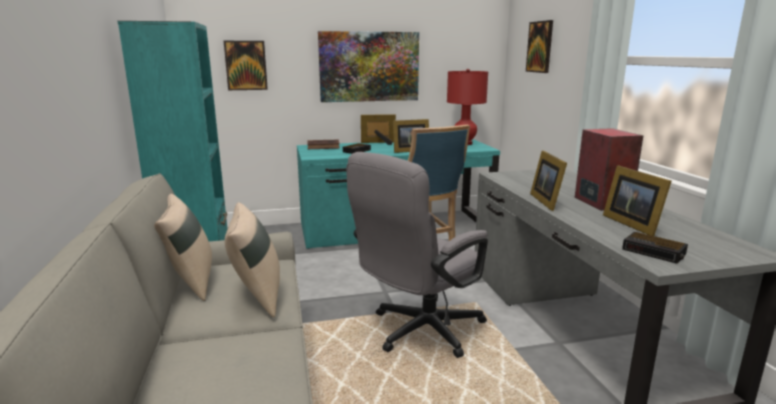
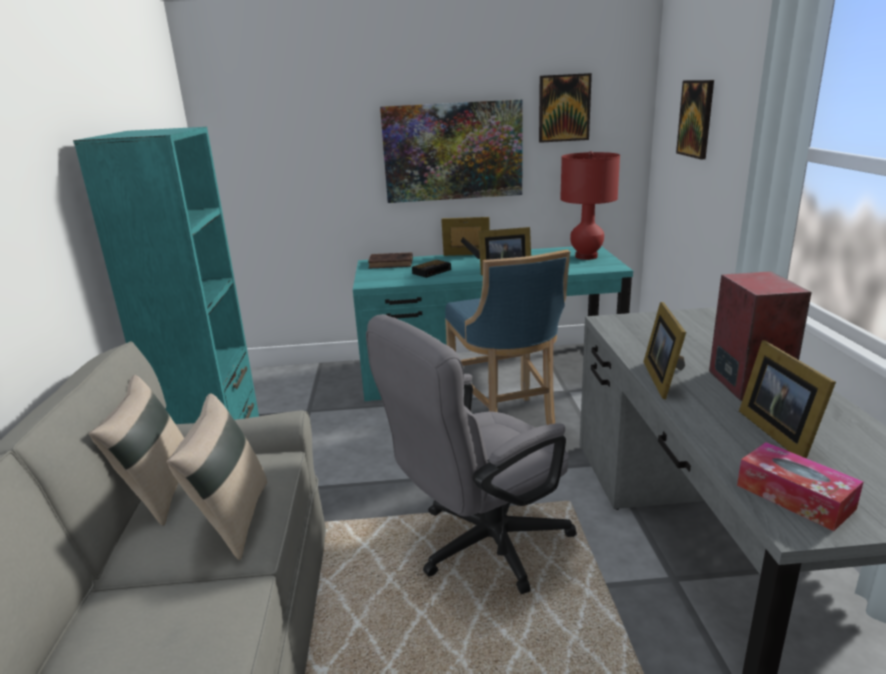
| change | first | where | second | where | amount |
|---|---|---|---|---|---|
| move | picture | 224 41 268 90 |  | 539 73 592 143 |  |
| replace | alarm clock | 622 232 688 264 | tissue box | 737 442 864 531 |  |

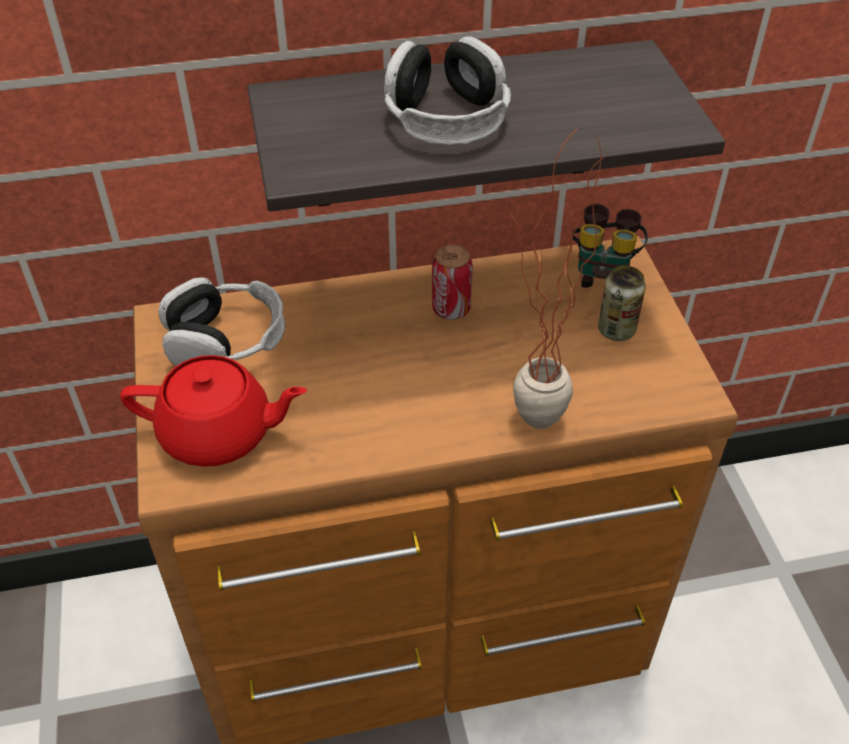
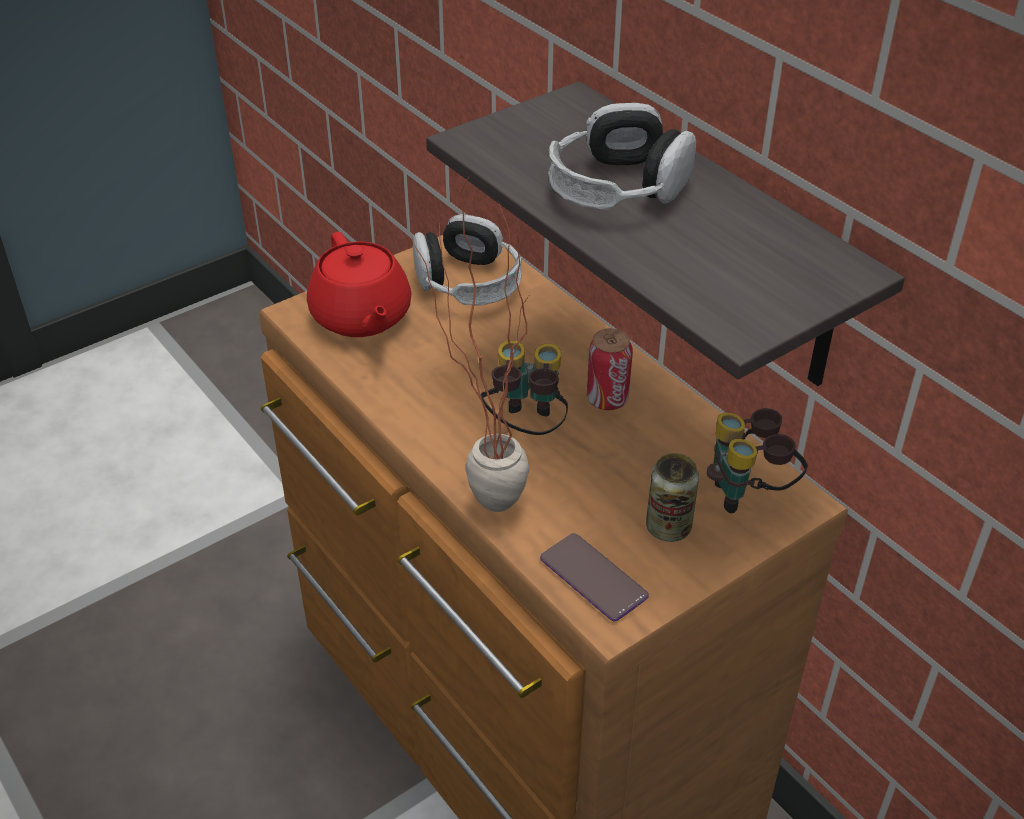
| change | first | where | second | where | amount |
|---|---|---|---|---|---|
| insert |  |  | binoculars | 481 340 568 435 |  |
| insert |  |  | phone | 540 533 649 622 |  |

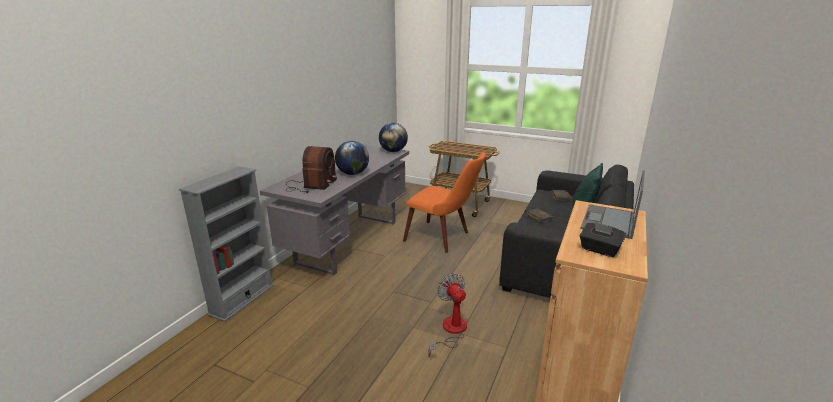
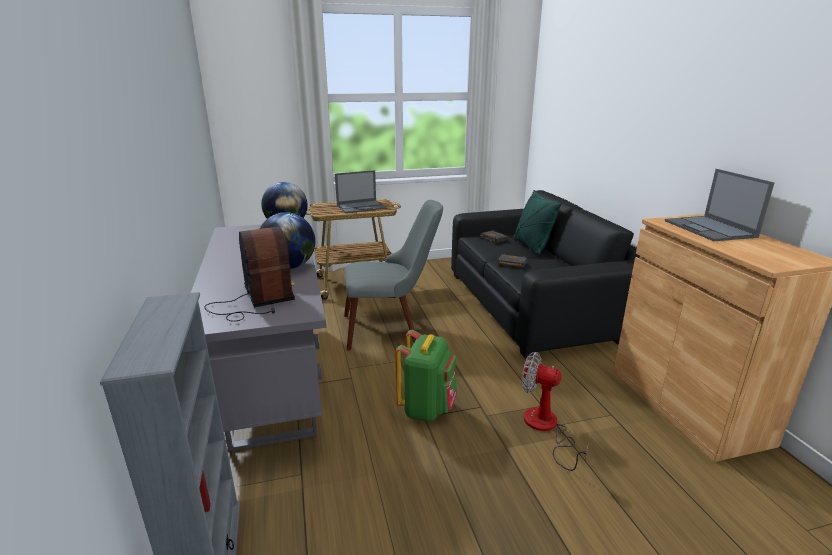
| change | first | where | second | where | amount |
|---|---|---|---|---|---|
| insert |  |  | laptop | 335 170 386 213 |  |
| recolor | orange chair | 403 152 486 253 | grey chair | 344 200 443 350 |  |
| insert |  |  | green backpack | 396 330 457 422 |  |
| delete | black tissue box | 580 222 626 257 |  |  |  |

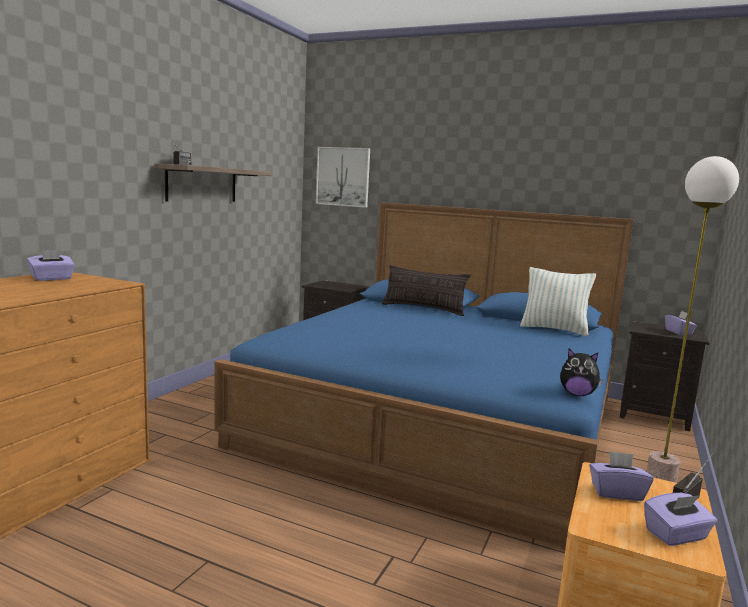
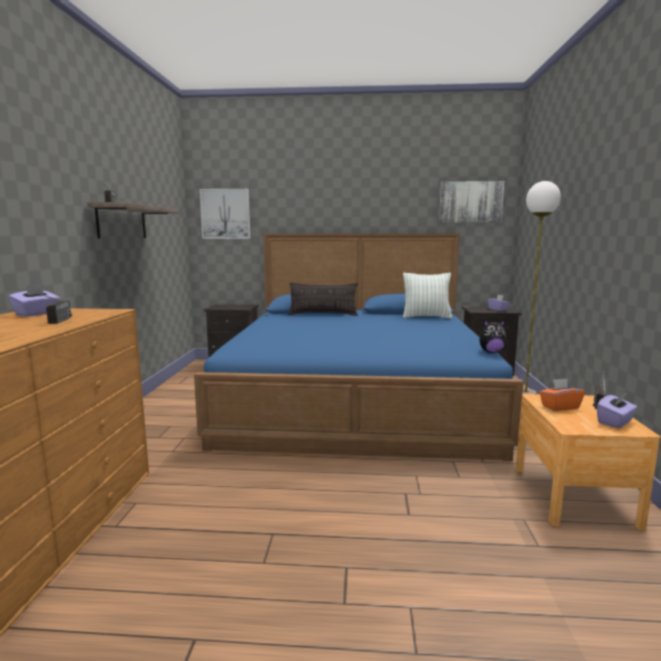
| change | first | where | second | where | amount |
|---|---|---|---|---|---|
| insert |  |  | radio | 36 293 72 324 |  |
| insert |  |  | picture | 439 181 505 223 |  |
| recolor | purple tissue box | 589 451 654 501 | orange tissue box | 539 379 585 411 |  |

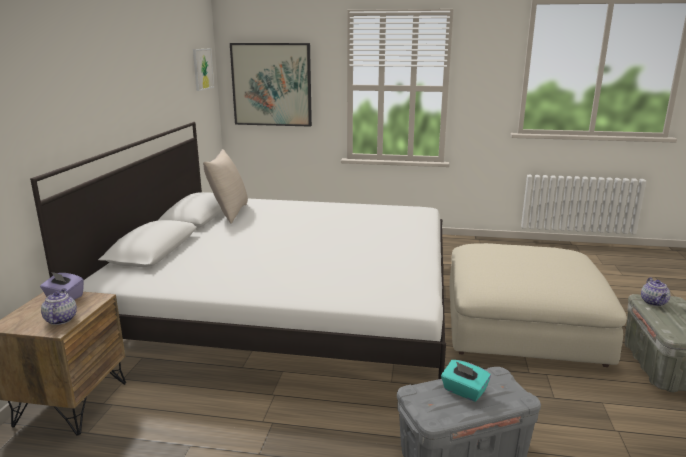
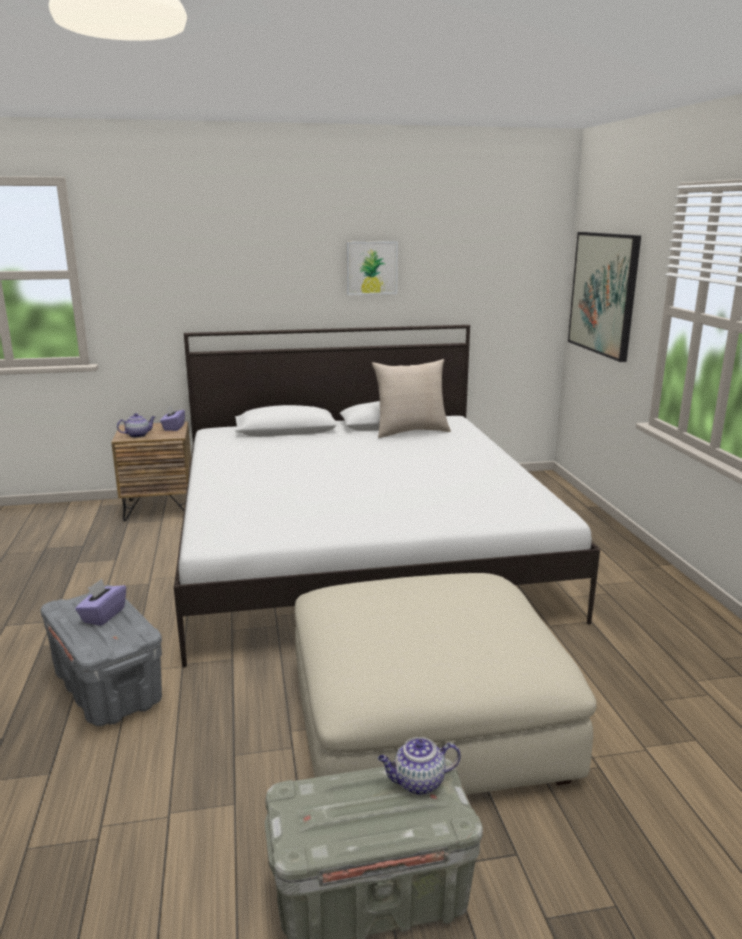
| change | first | where | second | where | amount |
|---|---|---|---|---|---|
| recolor | turquoise tissue box | 441 360 491 402 | purple tissue box | 75 579 126 626 |  |
| move | picture | 193 49 214 91 |  | 347 241 398 295 |  |

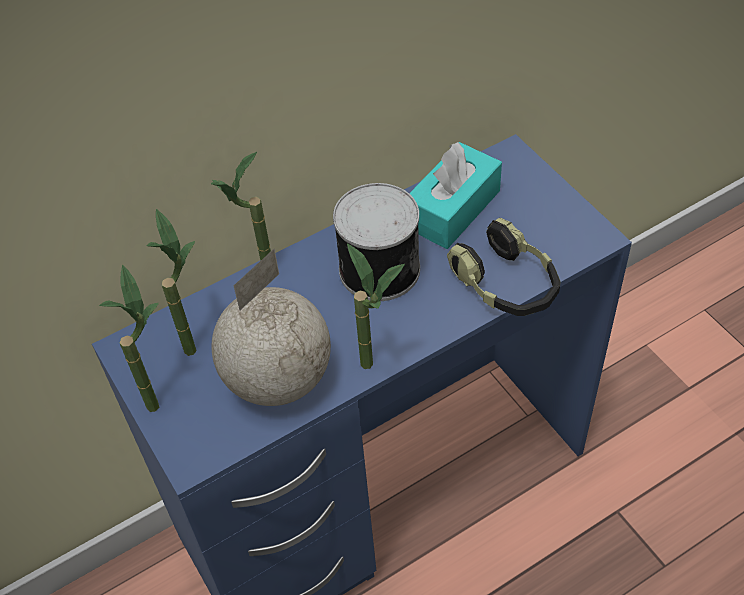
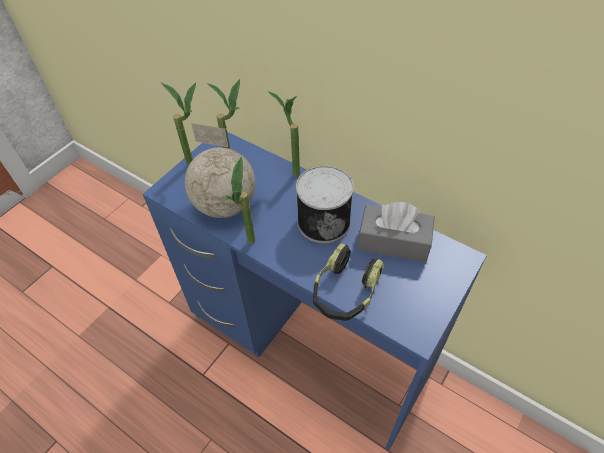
| change | first | where | second | where | amount |
|---|---|---|---|---|---|
| recolor | turquoise tissue box | 409 142 502 249 | grey tissue box | 358 202 435 262 |  |

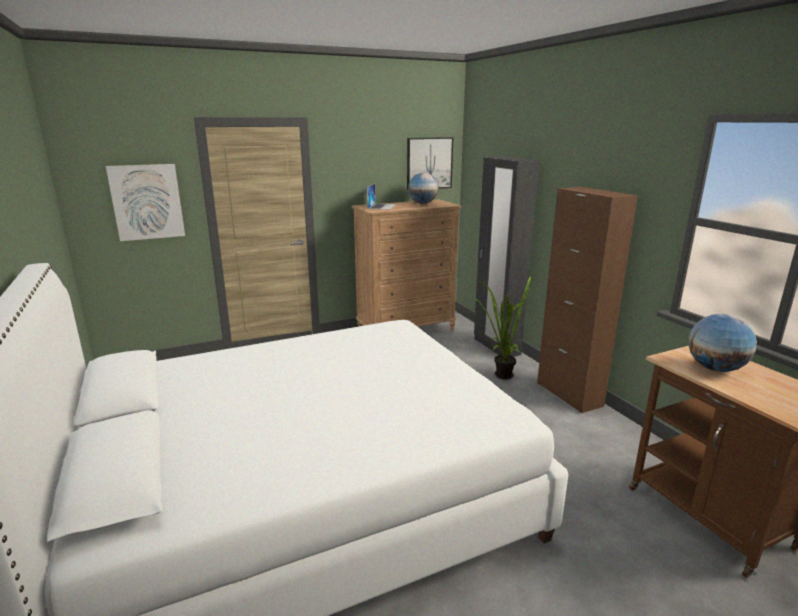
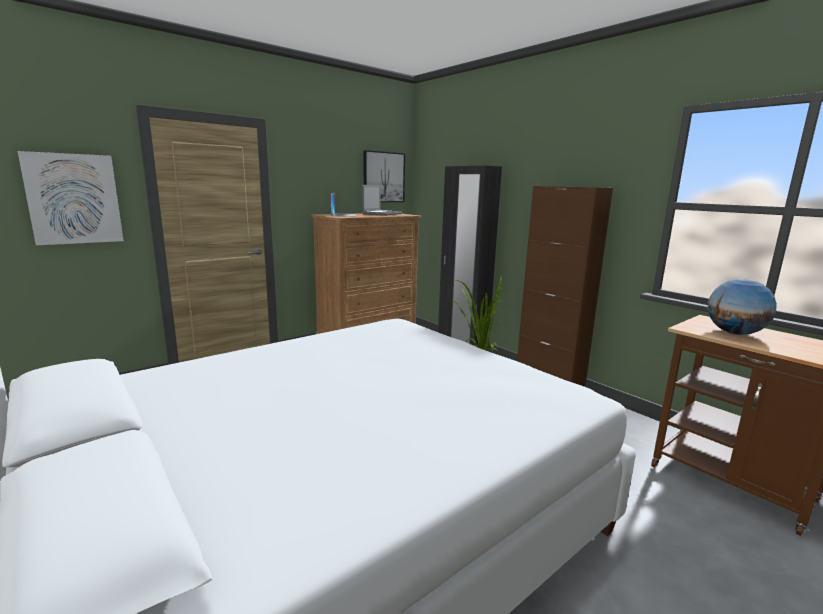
| change | first | where | second | where | amount |
|---|---|---|---|---|---|
| replace | globe | 408 173 438 204 | laptop | 362 185 402 216 |  |

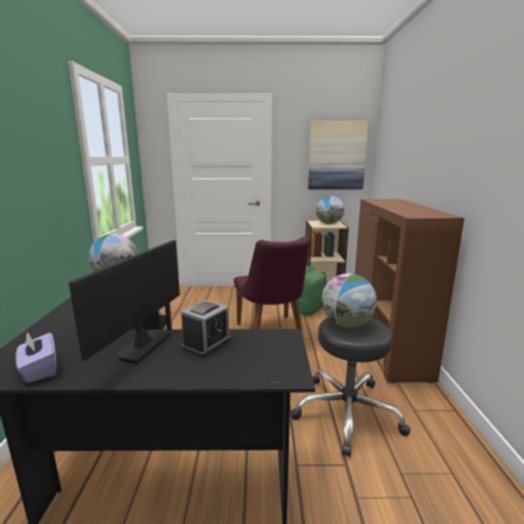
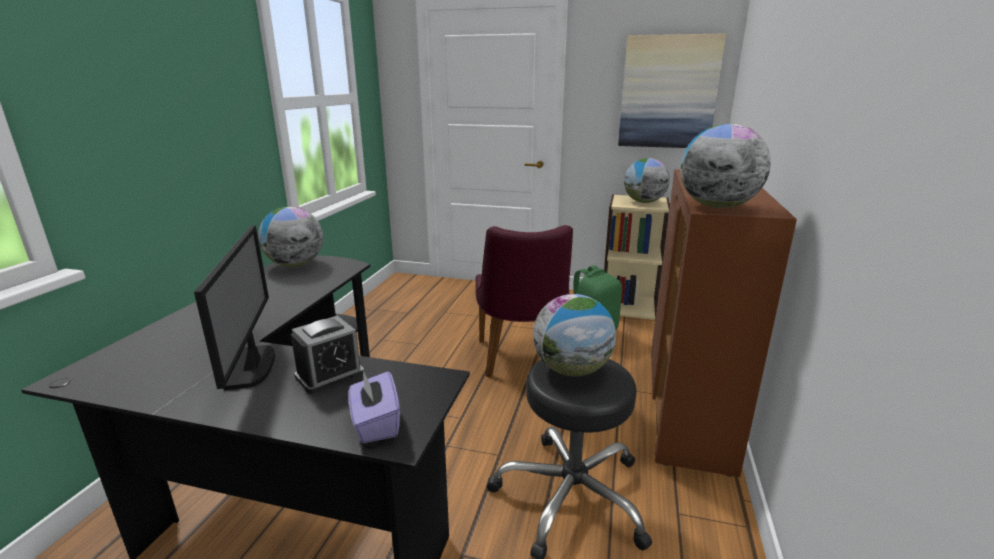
| change | first | where | second | where | amount |
|---|---|---|---|---|---|
| rotate | monitor | 69 240 180 364 |  | 194 225 275 390 | 135 degrees clockwise |
| move | purple tissue box | 16 332 56 383 |  | 348 371 400 443 |  |
| insert |  |  | globe | 680 124 771 208 |  |

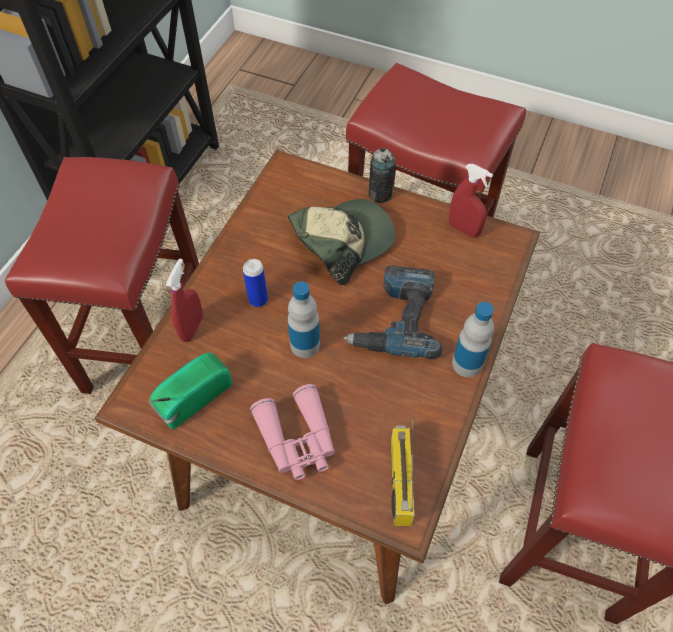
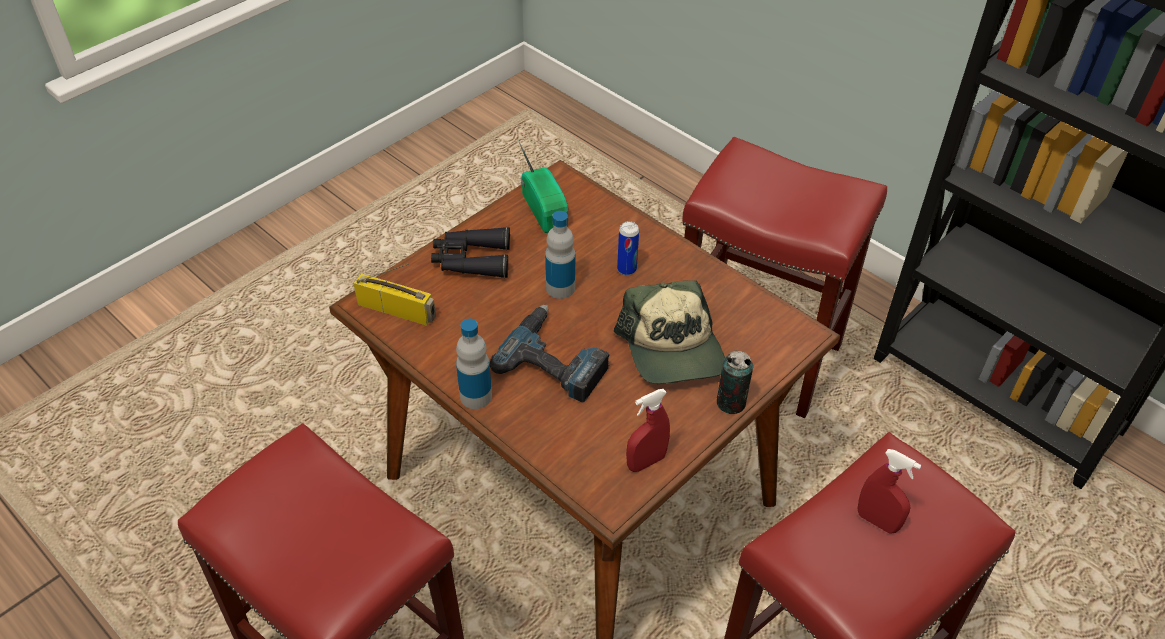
| change | first | where | second | where | amount |
|---|---|---|---|---|---|
| recolor | pink binoculars | 250 384 335 480 | black binoculars | 431 227 510 278 |  |
| move | red spray bottle | 166 259 203 342 |  | 858 449 922 534 |  |

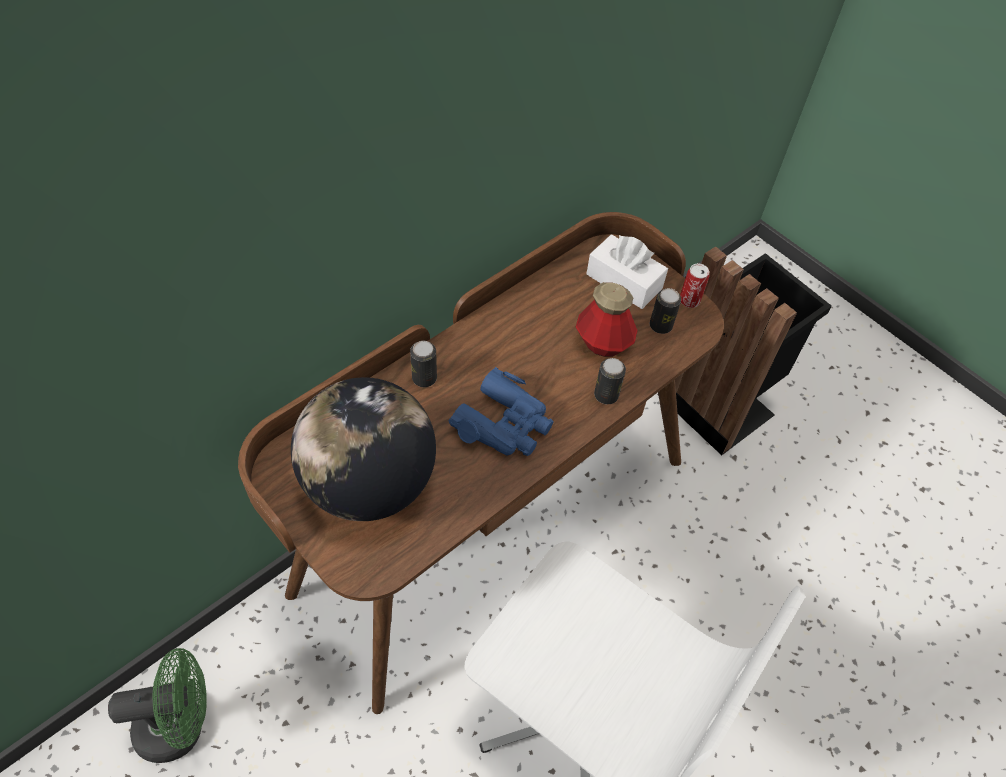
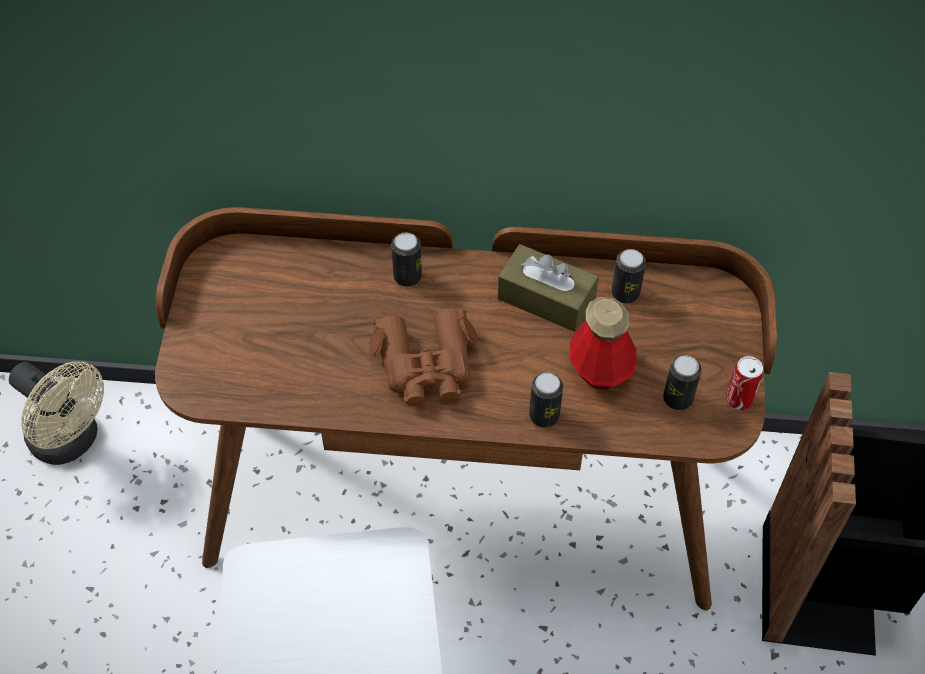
| change | first | where | second | where | amount |
|---|---|---|---|---|---|
| recolor | green fan | 108 648 207 763 | beige fan | 9 361 104 465 |  |
| recolor | blue binoculars | 449 367 554 456 | brown binoculars | 369 308 478 406 |  |
| insert |  |  | brown tissue box | 498 244 599 332 |  |
| insert |  |  | can | 612 249 646 303 |  |
| delete | globe | 291 377 436 521 |  |  |  |
| delete | white tissue box | 586 234 668 309 |  |  |  |

